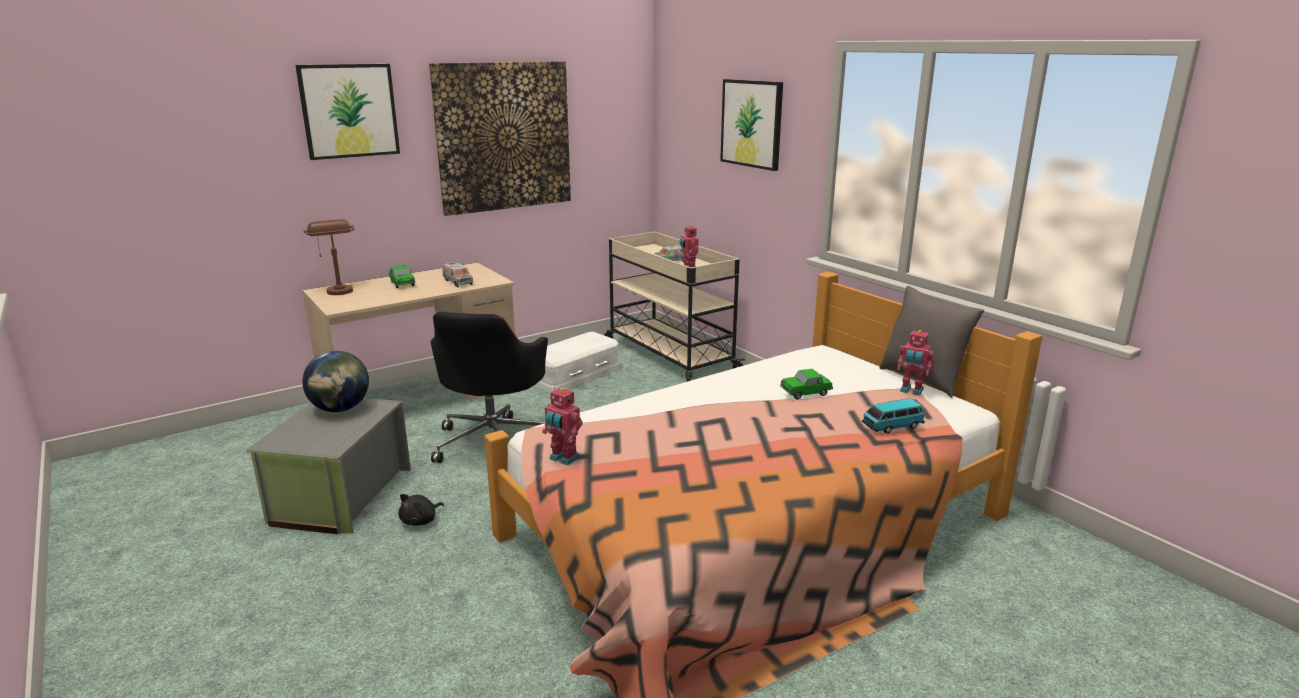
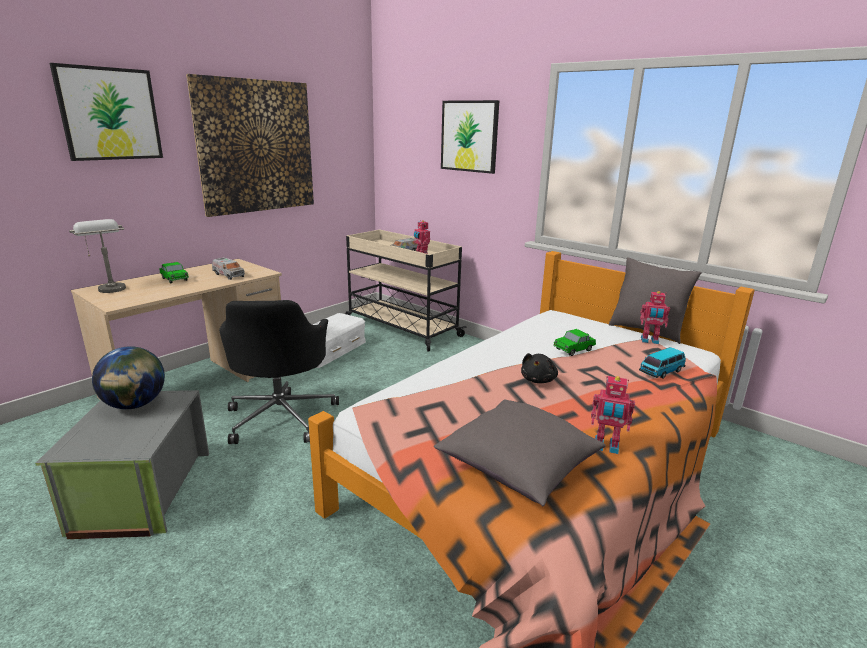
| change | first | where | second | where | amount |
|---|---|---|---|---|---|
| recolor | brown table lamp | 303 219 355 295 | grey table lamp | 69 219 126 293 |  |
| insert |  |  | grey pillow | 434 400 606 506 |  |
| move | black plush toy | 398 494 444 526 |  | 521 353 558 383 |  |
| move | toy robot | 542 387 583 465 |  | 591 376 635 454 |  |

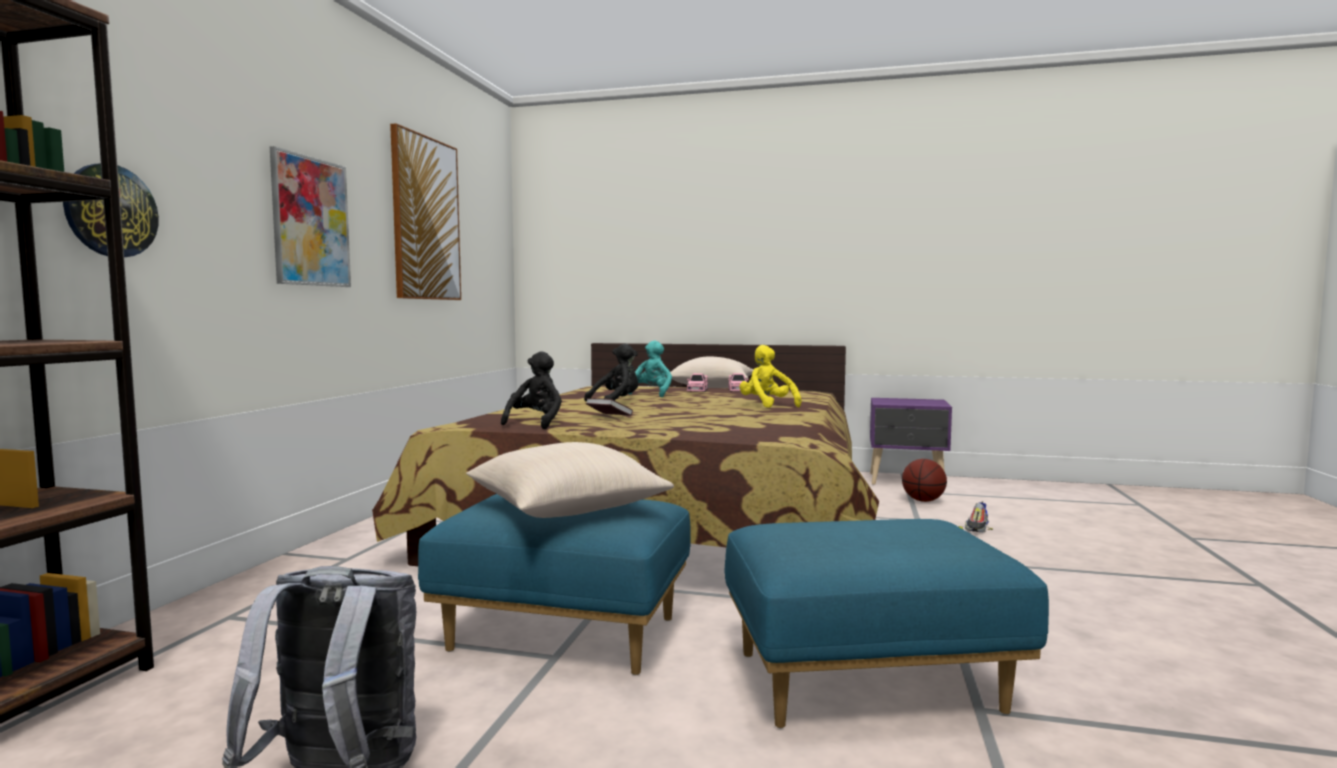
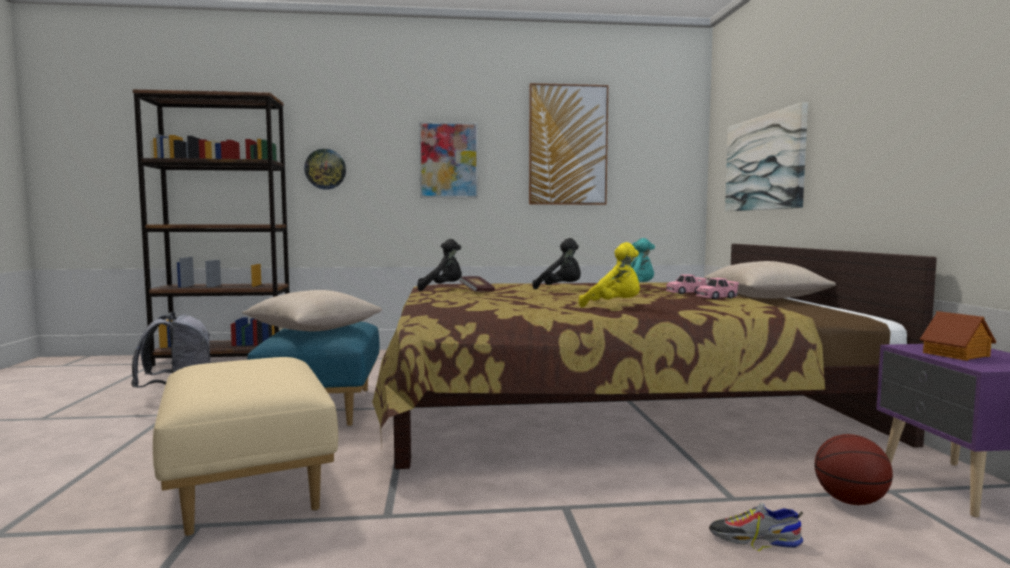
| change | first | where | second | where | amount |
|---|---|---|---|---|---|
| recolor | blue ottoman | 724 519 1049 728 | beige ottoman | 153 357 338 536 |  |
| rotate | yellow plush toy | 740 345 802 408 |  | 579 242 640 307 | 75 degrees clockwise |
| insert |  |  | picture | 725 102 808 211 |  |
| insert |  |  | toy house | 920 311 996 361 |  |

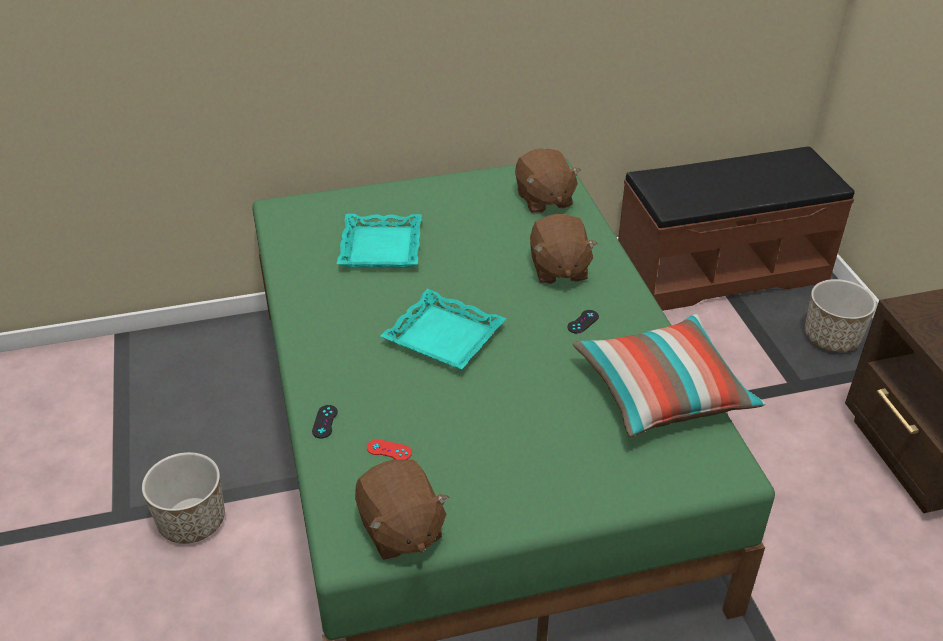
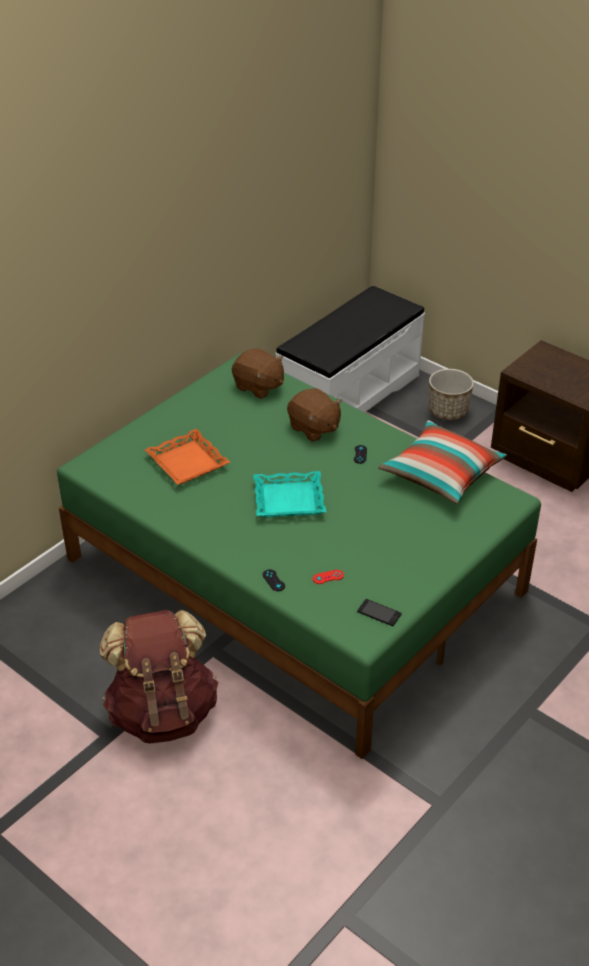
| change | first | where | second | where | amount |
|---|---|---|---|---|---|
| replace | planter | 142 452 225 544 | brown backpack | 100 610 218 744 |  |
| recolor | turquoise tray | 337 214 422 268 | orange tray | 144 429 230 485 |  |
| recolor | brown bench | 618 146 855 311 | white bench | 276 286 425 412 |  |
| replace | brown plush toy | 355 459 449 560 | phone | 357 599 401 626 |  |

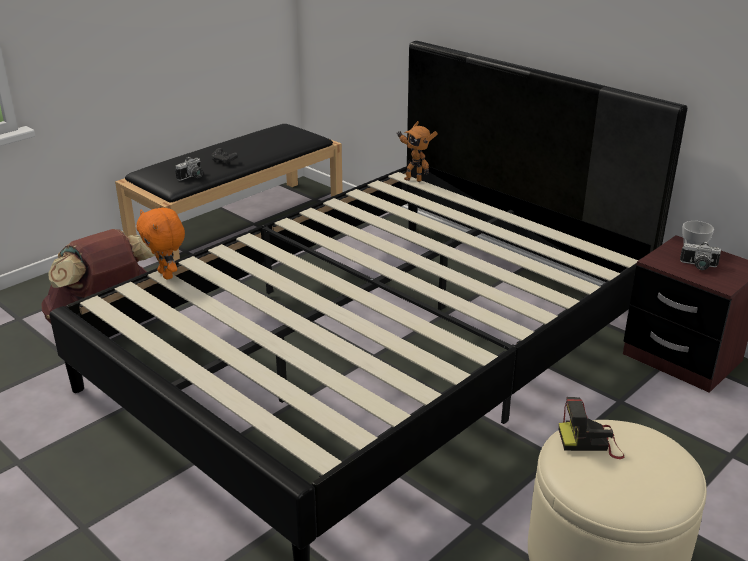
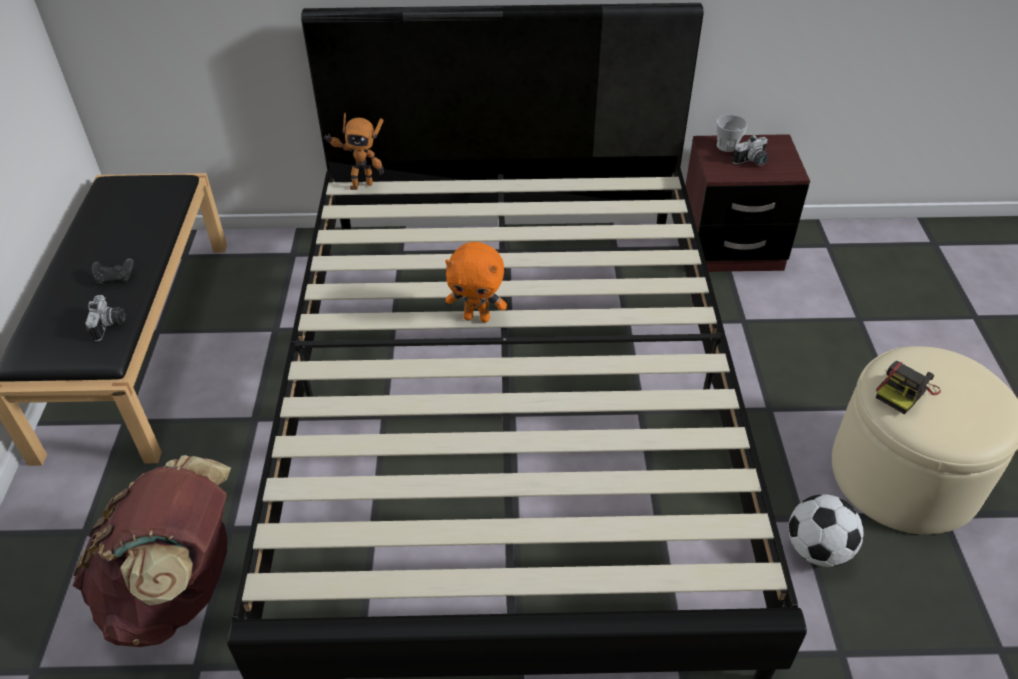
| change | first | where | second | where | amount |
|---|---|---|---|---|---|
| move | orange plush toy | 136 207 185 280 |  | 445 242 507 322 |  |
| insert |  |  | football | 788 494 864 567 |  |

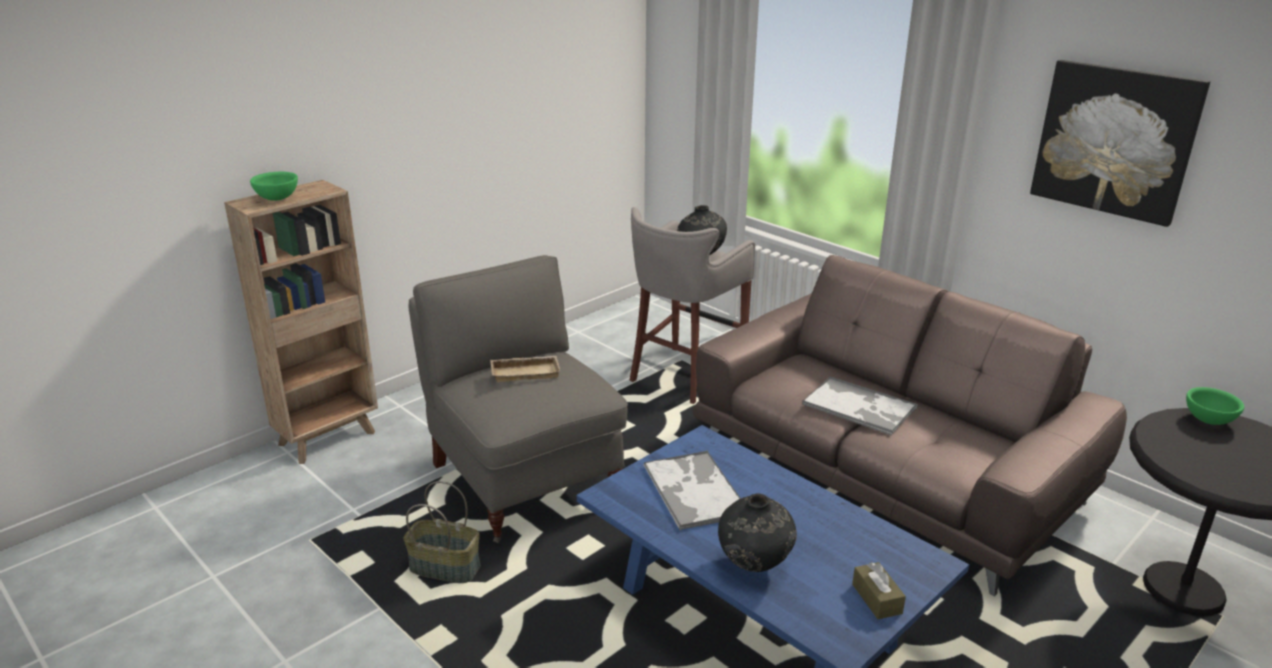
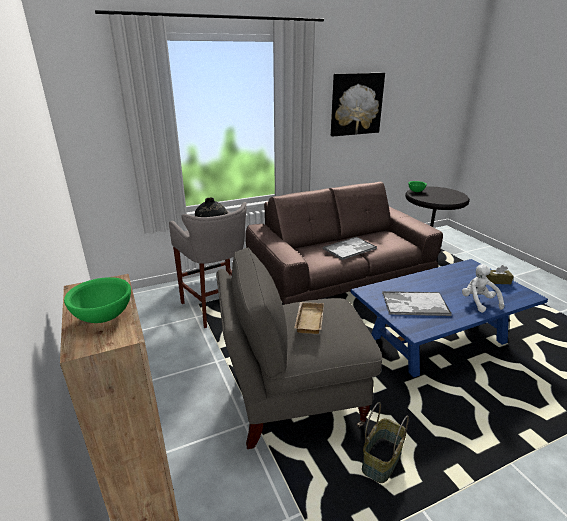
| change | first | where | second | where | amount |
|---|---|---|---|---|---|
| replace | black vase | 718 493 797 572 | white plush toy | 462 264 504 313 |  |

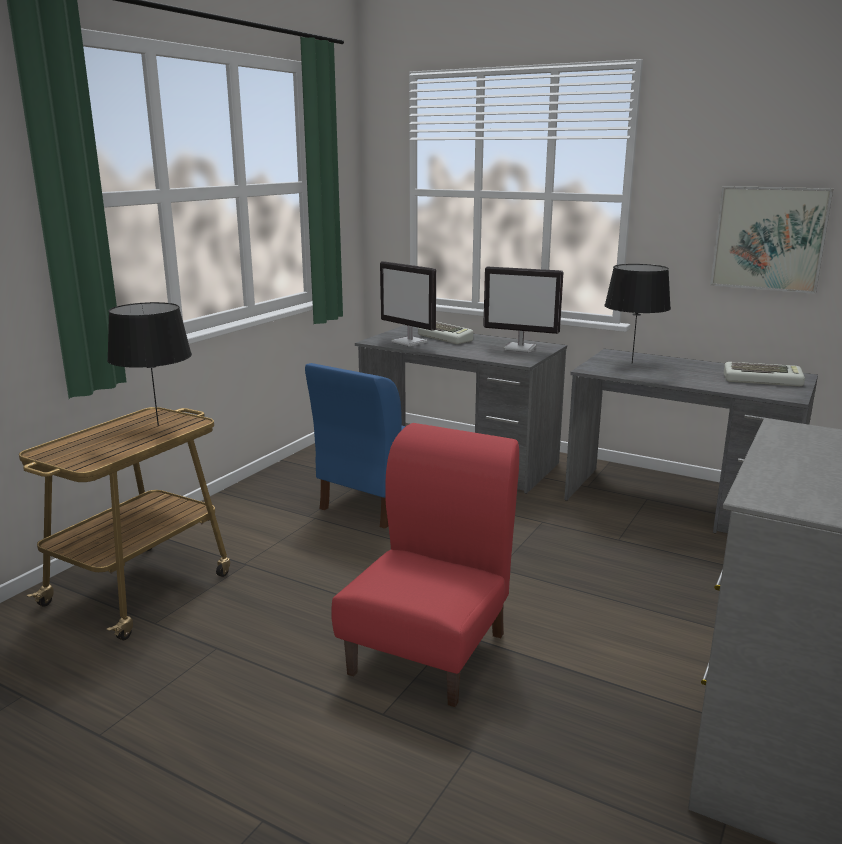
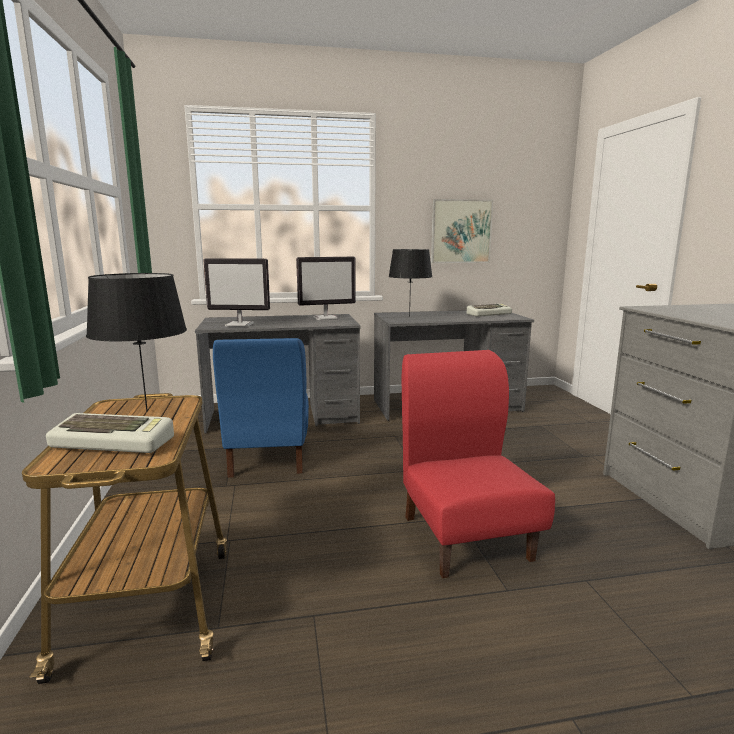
| change | first | where | second | where | amount |
|---|---|---|---|---|---|
| move | keyboard | 418 322 473 344 |  | 46 413 174 453 |  |

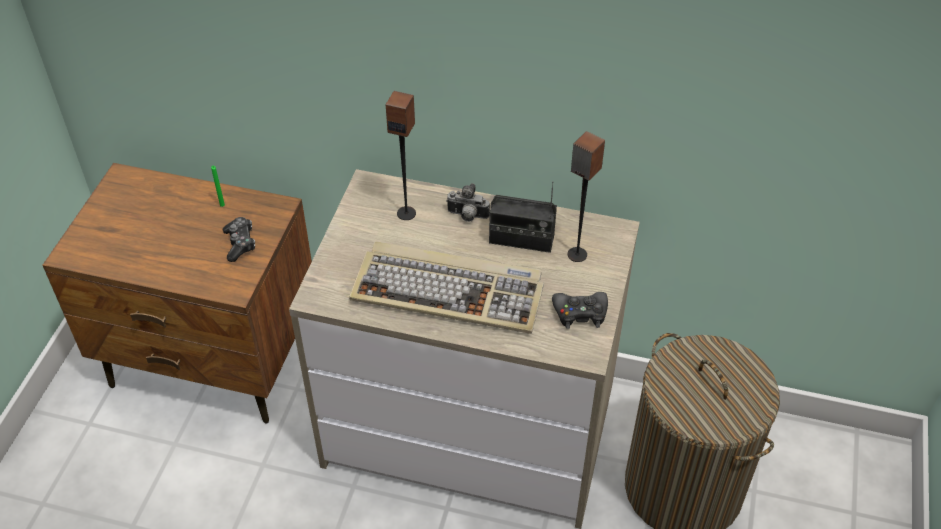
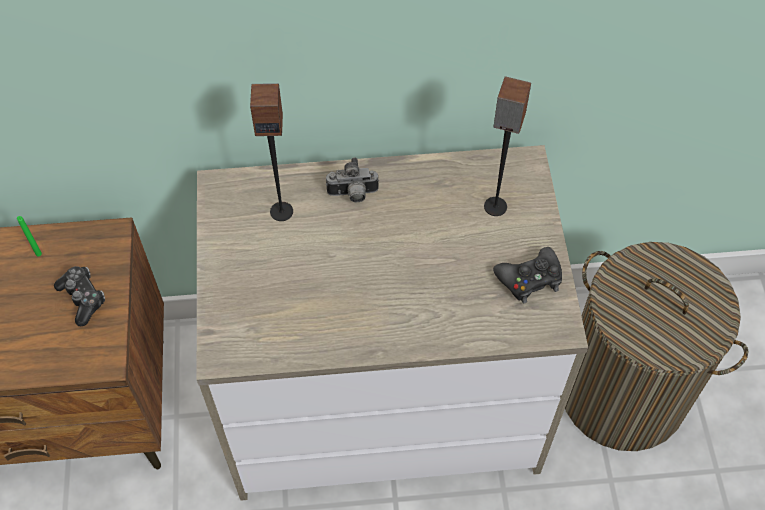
| change | first | where | second | where | amount |
|---|---|---|---|---|---|
| delete | keyboard | 350 241 544 334 |  |  |  |
| delete | radio | 489 181 557 253 |  |  |  |

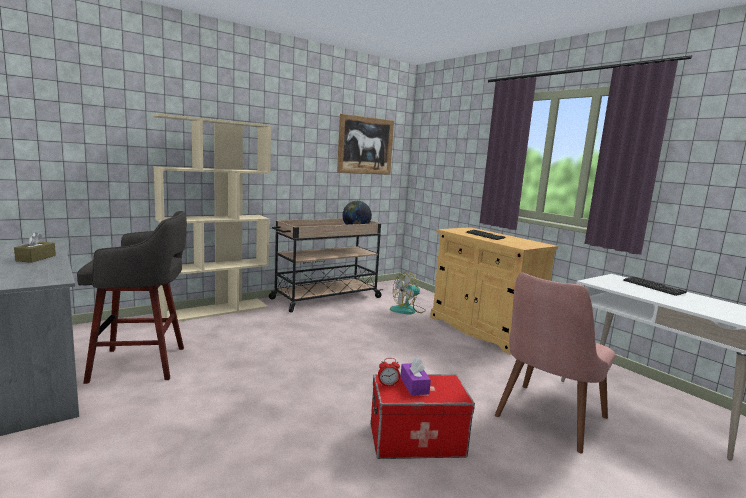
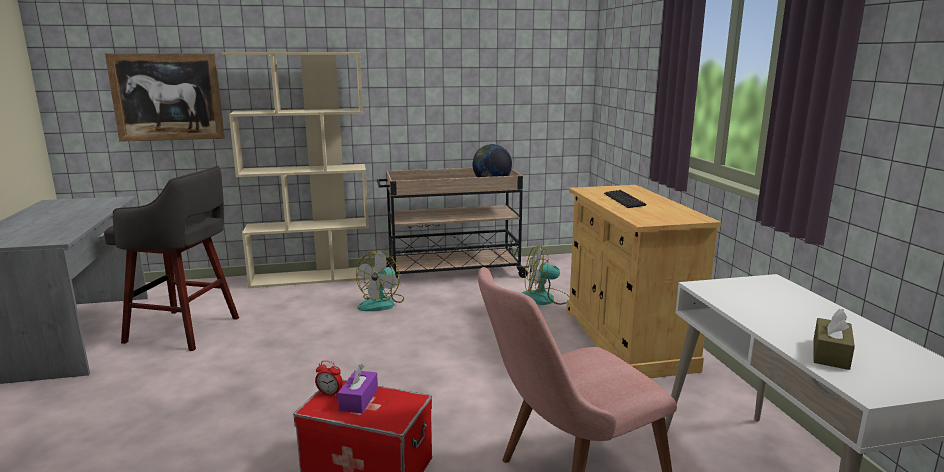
| change | first | where | second | where | amount |
|---|---|---|---|---|---|
| move | picture | 337 114 394 175 |  | 105 53 225 142 |  |
| insert |  |  | fan | 356 250 404 311 |  |
| move | brown tissue box | 14 232 56 263 |  | 813 309 855 370 |  |
| delete | keyboard | 623 276 687 296 |  |  |  |

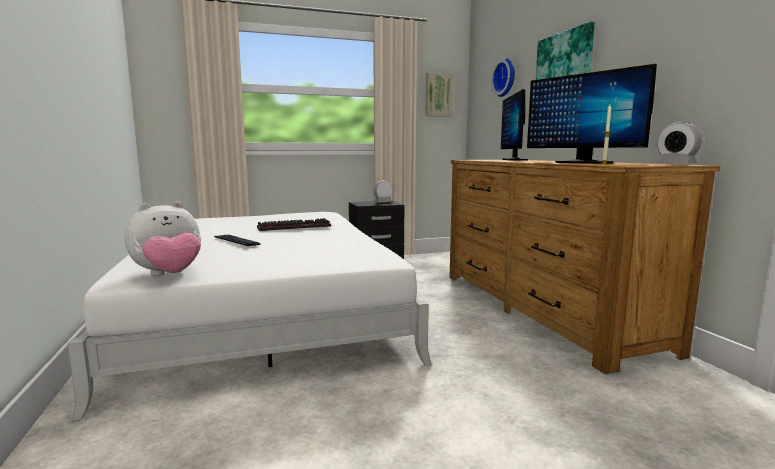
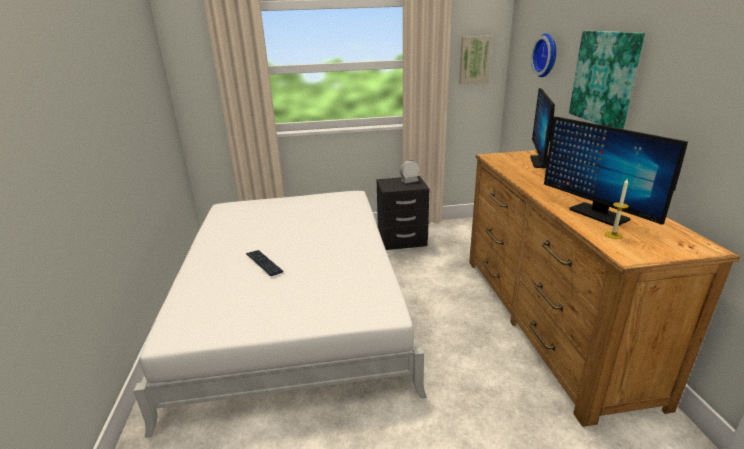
| change | first | where | second | where | amount |
|---|---|---|---|---|---|
| delete | plush toy | 125 201 201 276 |  |  |  |
| delete | keyboard | 257 218 331 231 |  |  |  |
| delete | alarm clock | 657 122 702 164 |  |  |  |

